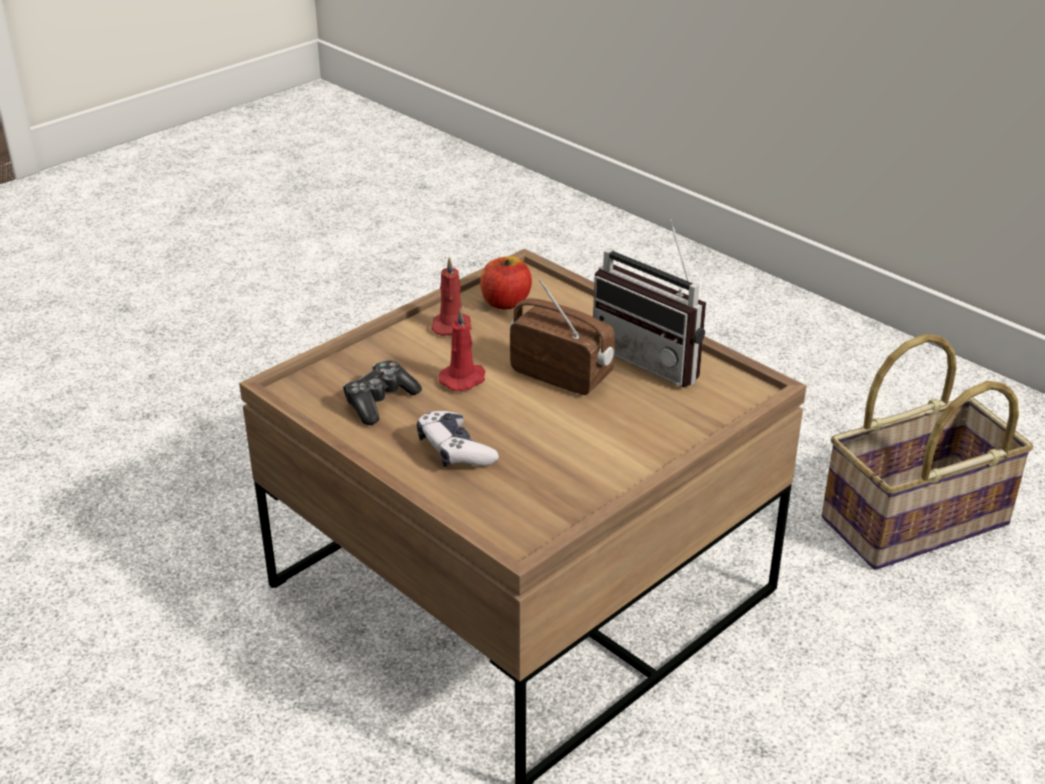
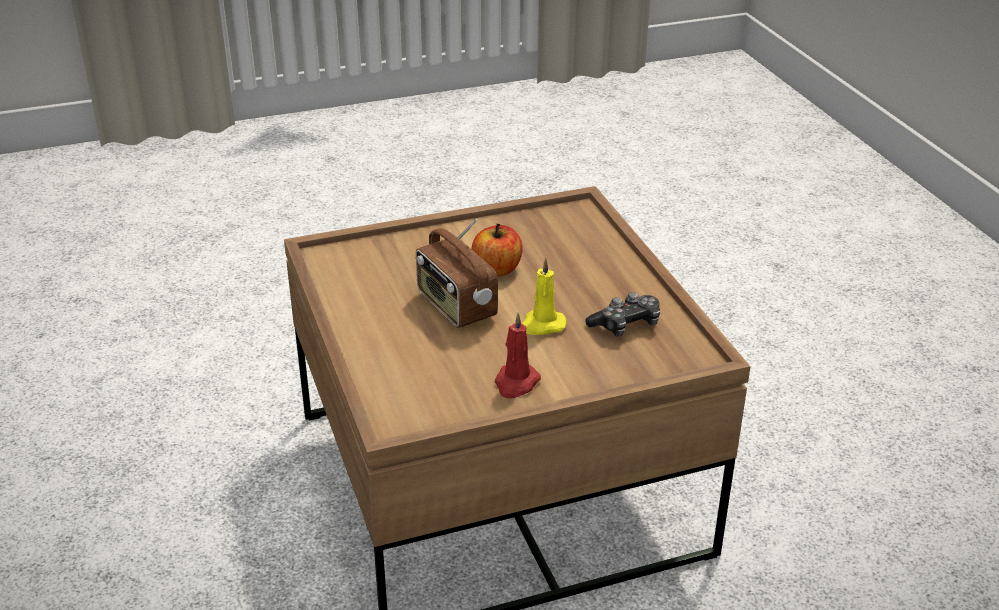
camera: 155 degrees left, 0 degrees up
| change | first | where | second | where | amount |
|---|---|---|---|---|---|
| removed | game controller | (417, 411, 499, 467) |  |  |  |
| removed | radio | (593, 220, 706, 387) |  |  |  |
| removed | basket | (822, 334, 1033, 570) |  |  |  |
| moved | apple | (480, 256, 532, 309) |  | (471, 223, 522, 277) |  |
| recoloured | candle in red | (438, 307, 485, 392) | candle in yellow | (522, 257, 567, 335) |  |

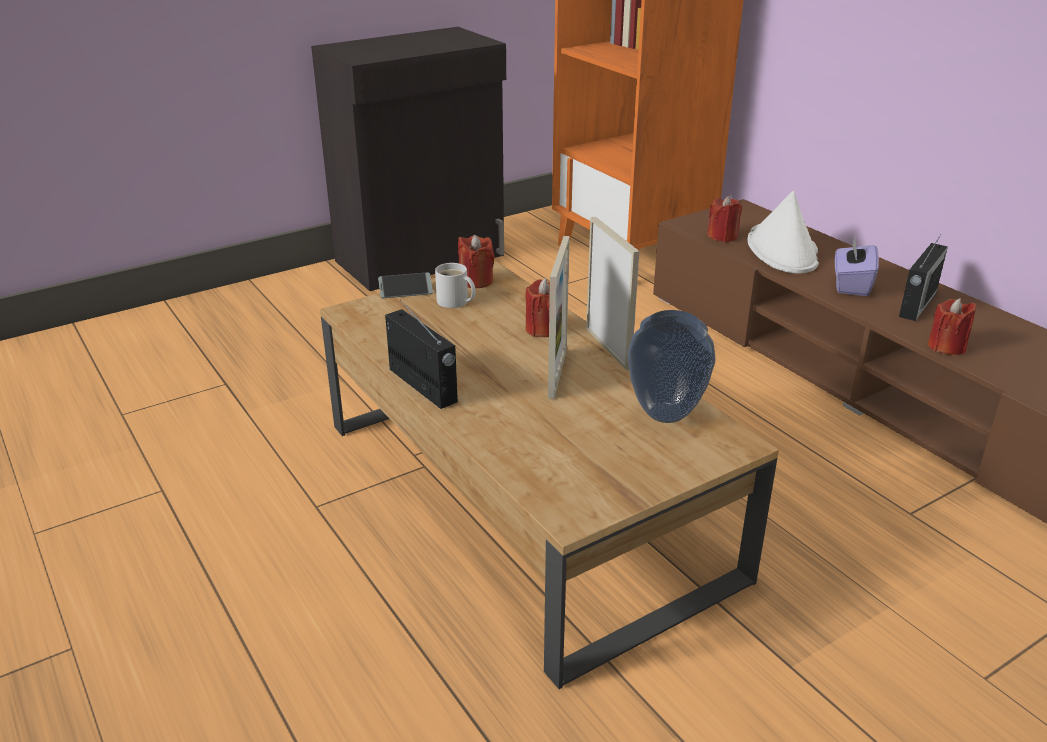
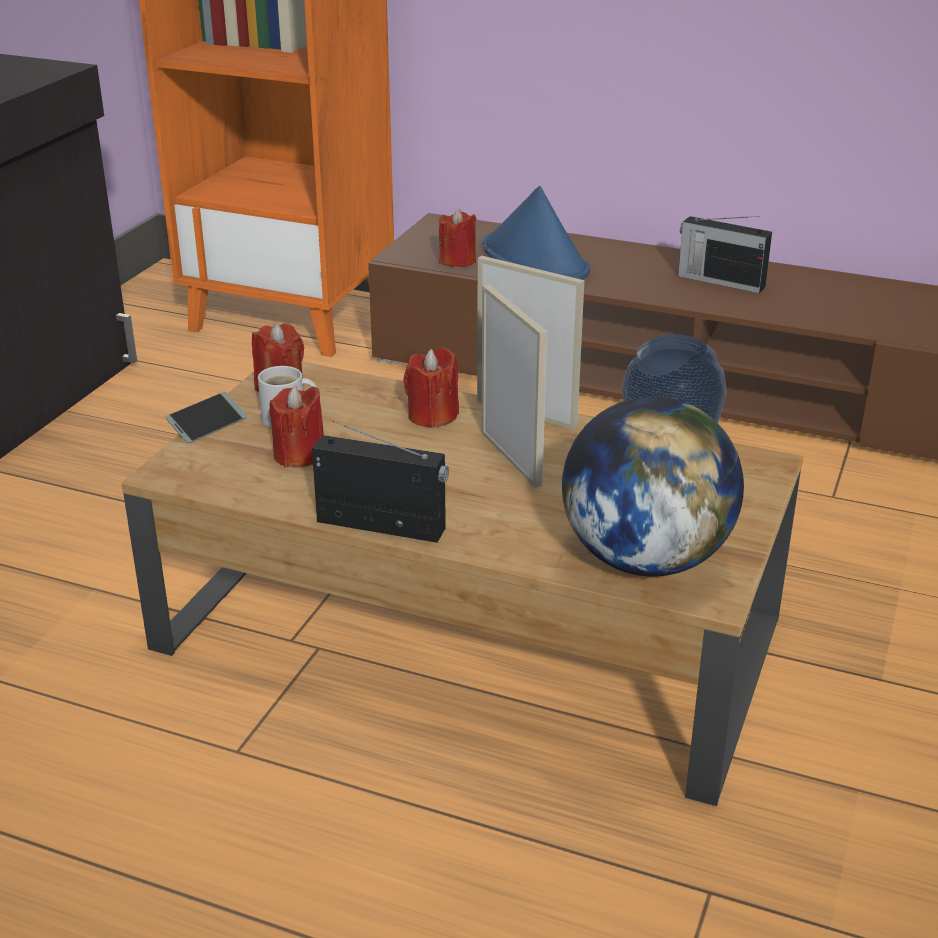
camera: 35 degrees left, 0 degrees up
| change | first | where | second | where | amount |
|---|---|---|---|---|---|
| removed | tissue box in purple | (835, 236, 879, 296) |  |  |  |
| added |  |  | globe | (562, 396, 744, 577) |  |
| moved | candle in red | (928, 298, 976, 355) |  | (269, 386, 324, 468) |  |
| recoloured | hat in white | (747, 191, 819, 274) | hat in blue | (482, 186, 590, 280) |  |
| turned | radio | (899, 234, 948, 321) |  | (678, 216, 772, 293) | 120 degrees clockwise |

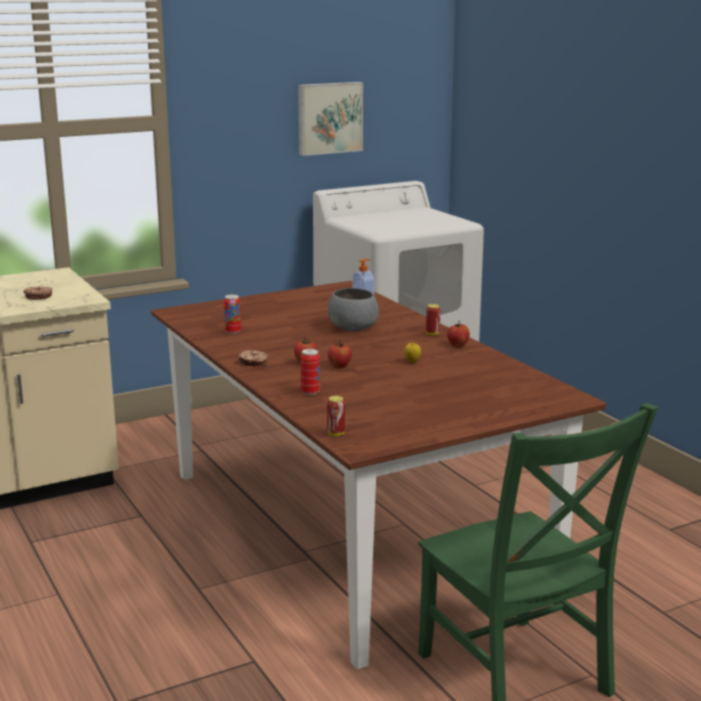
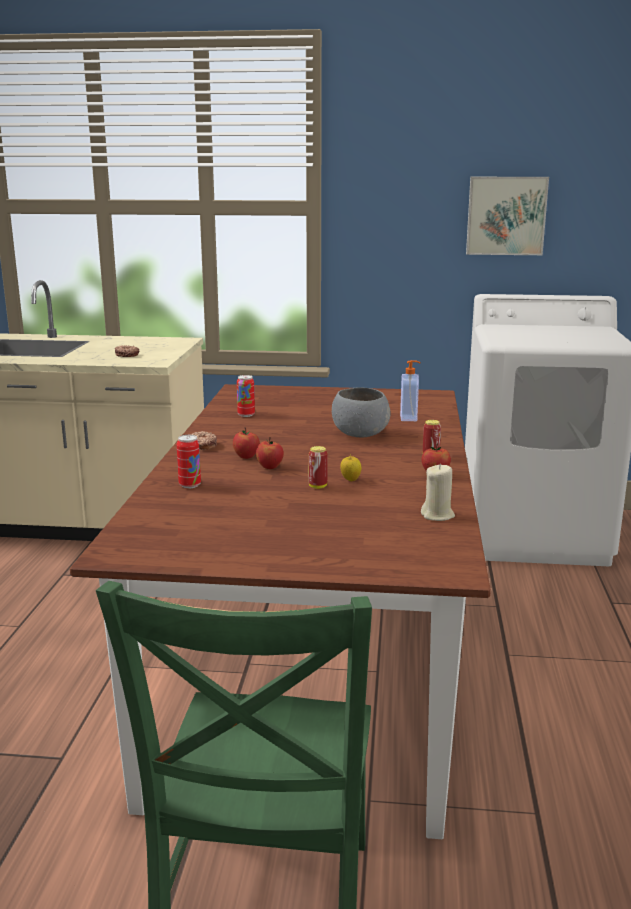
camera: 35 degrees right, 0 degrees up
| change | first | where | second | where | amount |
|---|---|---|---|---|---|
| added |  |  | candle in beige | (421, 464, 455, 521) |  |
| moved | can | (327, 396, 345, 436) |  | (309, 446, 328, 489) |  |

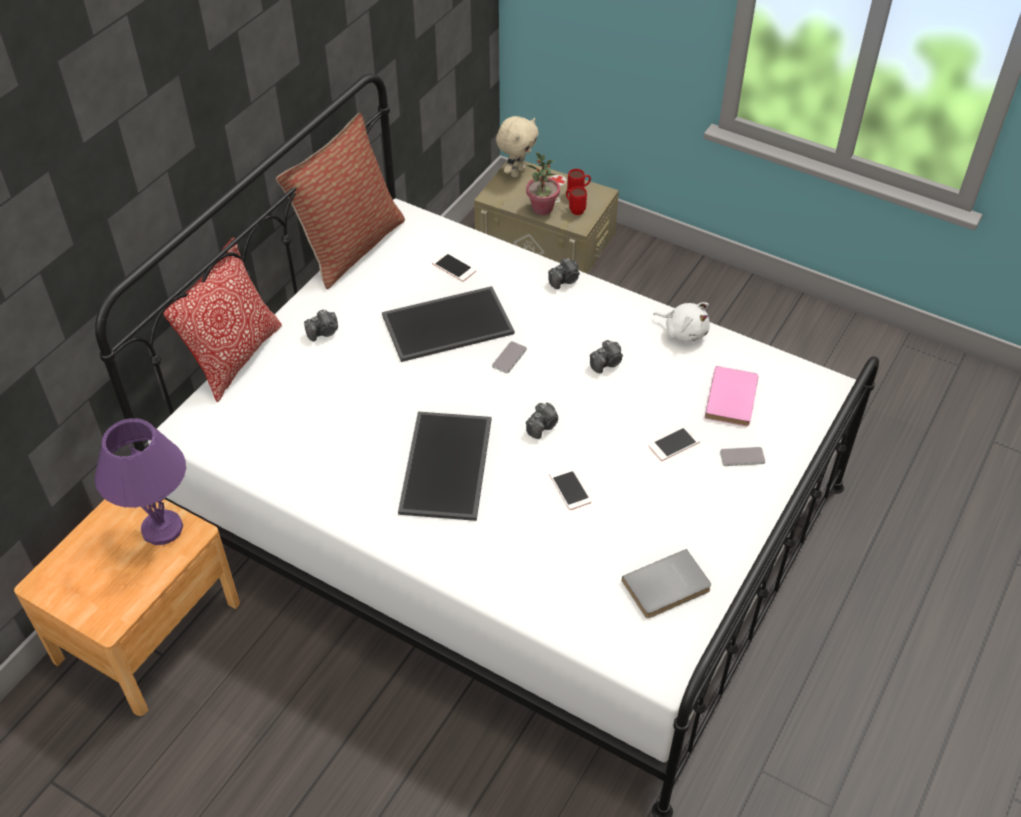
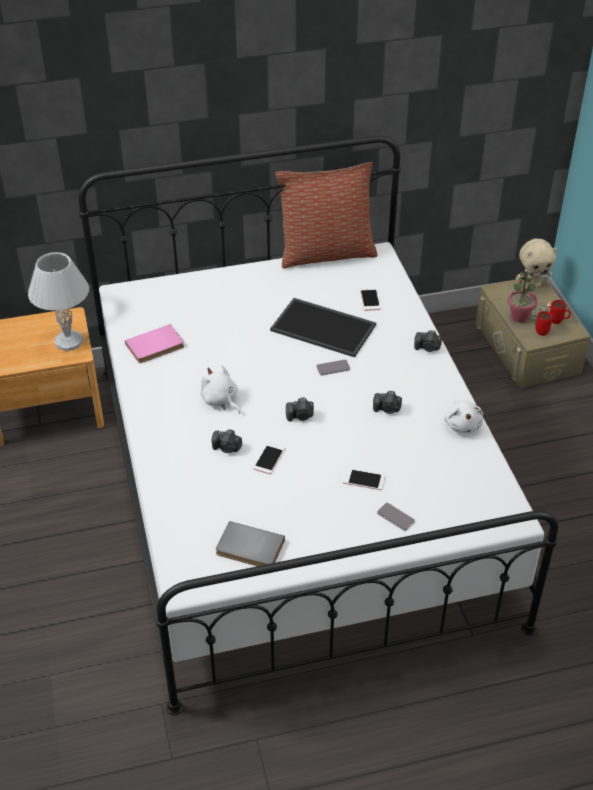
camera: 45 degrees right, 5 degrees down
| change | first | where | second | where | amount |
|---|---|---|---|---|---|
| removed | pillow | (163, 237, 282, 402) |  |  |  |
| moved | photo camera | (304, 310, 338, 341) |  | (212, 430, 242, 453) |  |
| moved | book in pink | (705, 366, 758, 426) |  | (125, 324, 184, 363) |  |
| replaced | tray | (398, 412, 491, 521) | plush toy in white | (200, 365, 240, 414) |  |
| recoloured | table lamp in purple | (95, 418, 186, 545) | table lamp in white | (28, 252, 89, 351) |  |

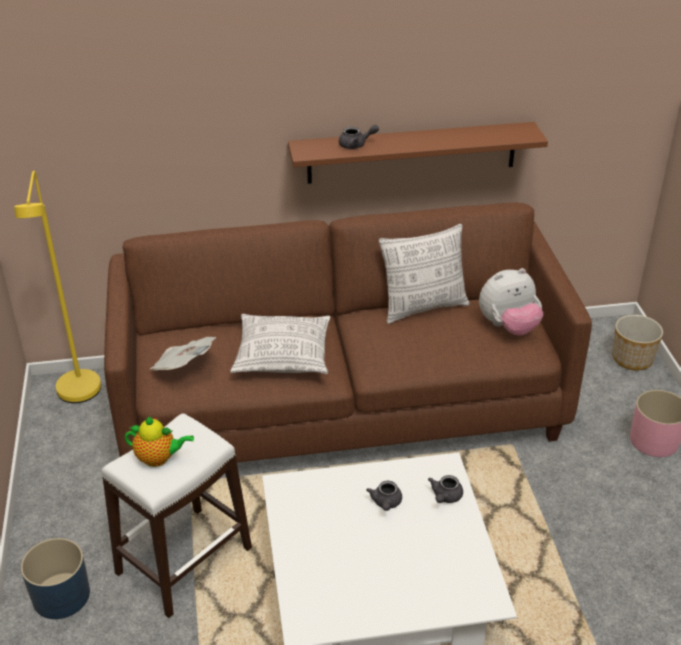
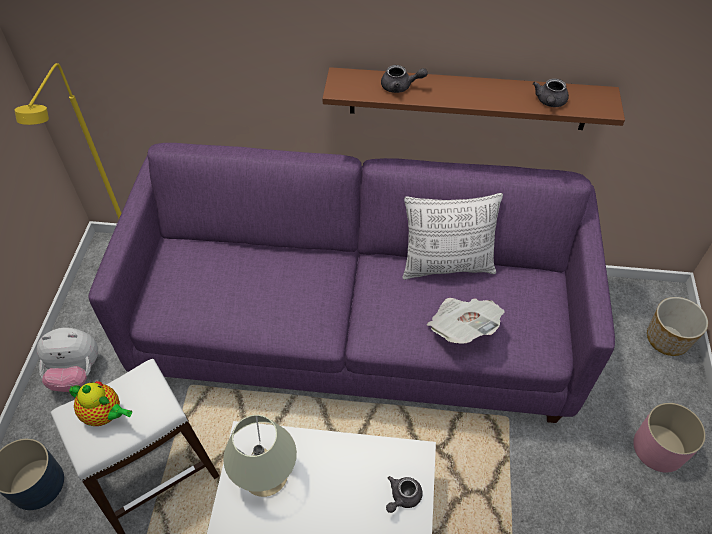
camera: 15 degrees right, 15 degrees up
| change | first | where | second | where | amount |
|---|---|---|---|---|---|
| removed | pillow | (230, 314, 330, 374) |  |  |  |
| added |  |  | table lamp in beige | (223, 415, 297, 497) |  |
| moved | newspaper | (150, 337, 216, 370) |  | (427, 298, 505, 344) |  |
| moved | teapot in grey | (366, 481, 402, 511) |  | (533, 78, 569, 107) |  |
| moved | plush toy | (479, 268, 543, 336) |  | (37, 327, 98, 392) |  |
| recoloured | sofa in brown | (104, 202, 592, 463) | sofa in purple | (89, 143, 615, 423) |  |

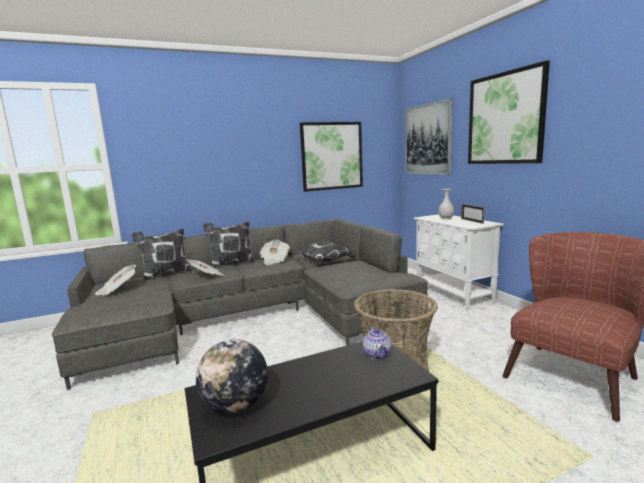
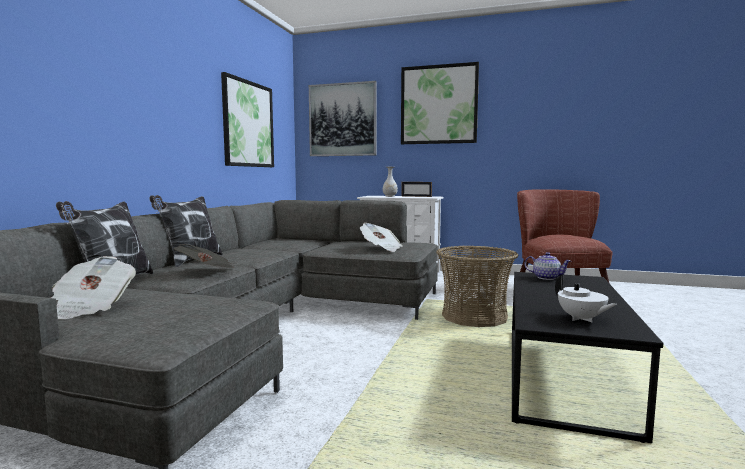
camera: 50 degrees left, 5 degrees down
| change | first | where | second | where | amount |
|---|---|---|---|---|---|
| removed | pillow | (292, 241, 354, 262) |  |  |  |
| moved | newspaper | (260, 240, 290, 265) |  | (360, 223, 403, 252) |  |
| replaced | globe | (196, 339, 268, 414) | teapot in white | (555, 275, 617, 322) |  |

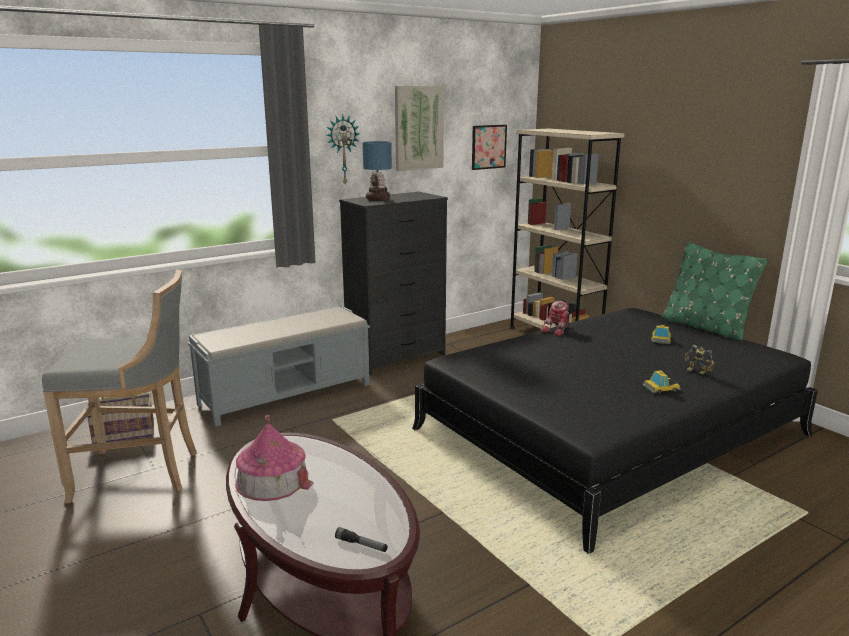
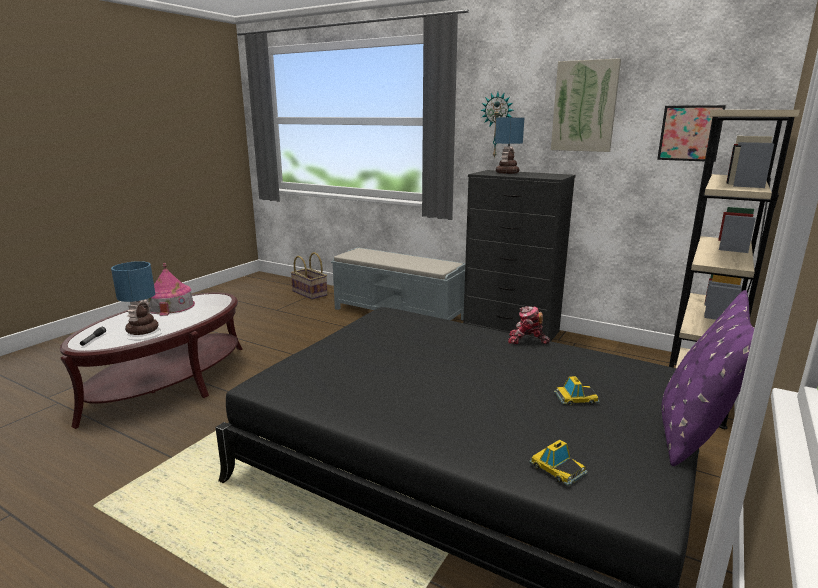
camera: 65 degrees right, 0 degrees up
| change | first | where | second | where | amount |
|---|---|---|---|---|---|
| removed | stool in grey | (42, 269, 197, 503) |  |  |  |
| removed | toy robot | (685, 345, 715, 374) |  |  |  |
| added |  |  | table lamp | (111, 261, 159, 335) |  |
| moved | toy car | (642, 370, 681, 393) |  | (529, 439, 588, 486) |  |
| recoloured | pillow in green | (661, 242, 768, 341) | pillow in purple | (661, 290, 754, 466) |  |

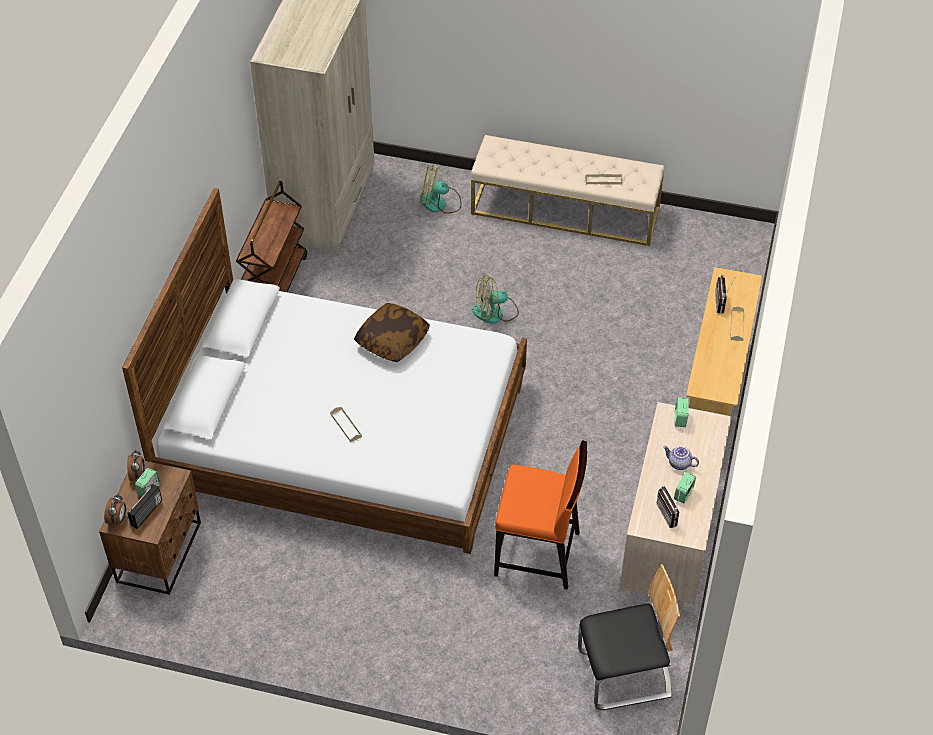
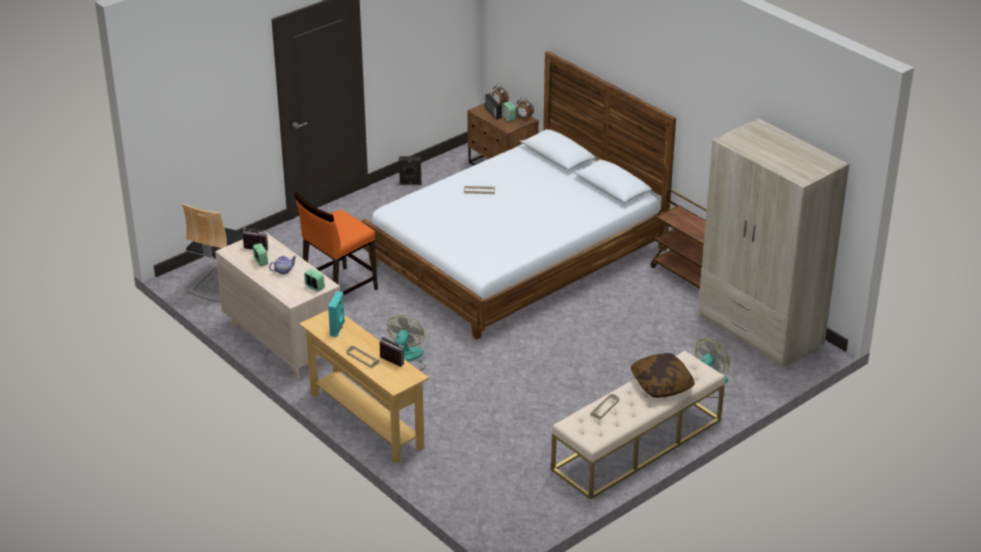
camera: 125 degrees right, 15 degrees down
| change | first | where | second | where | amount |
|---|---|---|---|---|---|
| added |  |  | speaker in turquoise | (328, 291, 345, 337) |  |
| added |  |  | speaker in black | (399, 156, 421, 185) |  |
| moved | pillow | (354, 303, 430, 362) |  | (631, 353, 695, 398) |  |
| moved | fan | (472, 275, 519, 324) |  | (387, 315, 426, 370) |  |

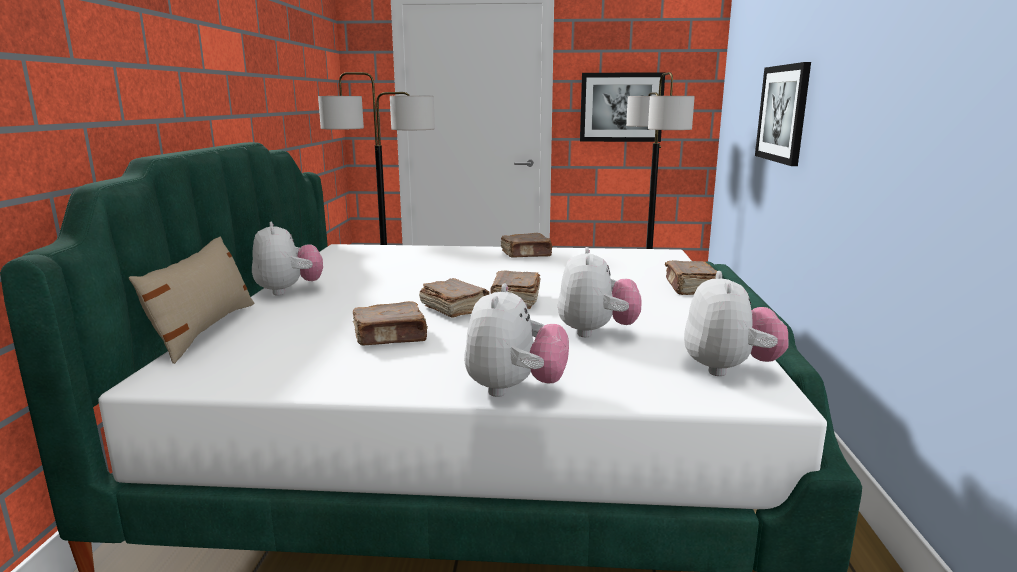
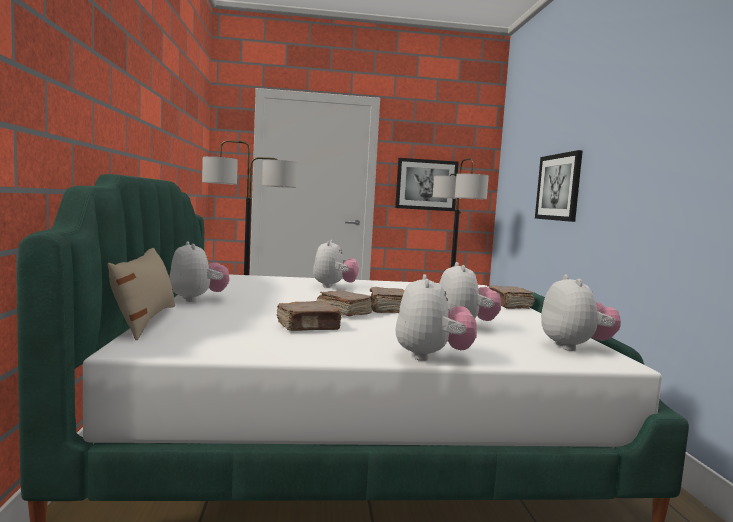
camera: 10 degrees left, 10 degrees down
| change | first | where | second | where | amount |
|---|---|---|---|---|---|
| removed | book in brown | (501, 233, 553, 258) |  |  |  |
| added |  |  | plush toy | (313, 240, 359, 288) |  |

